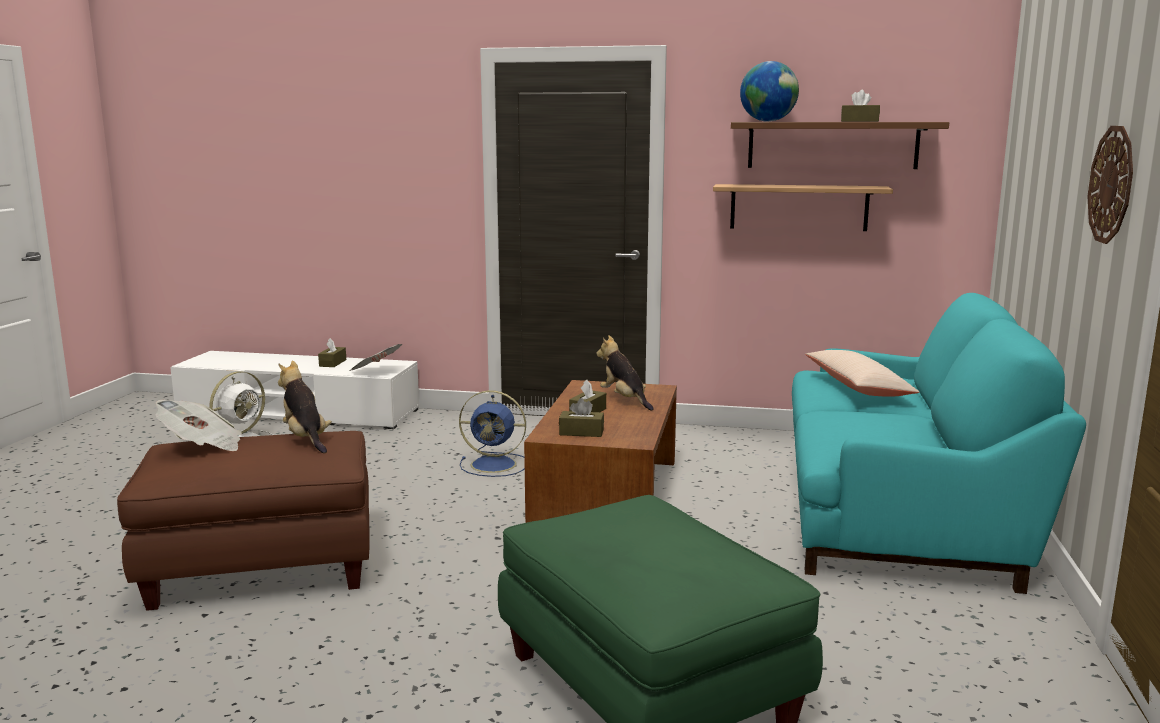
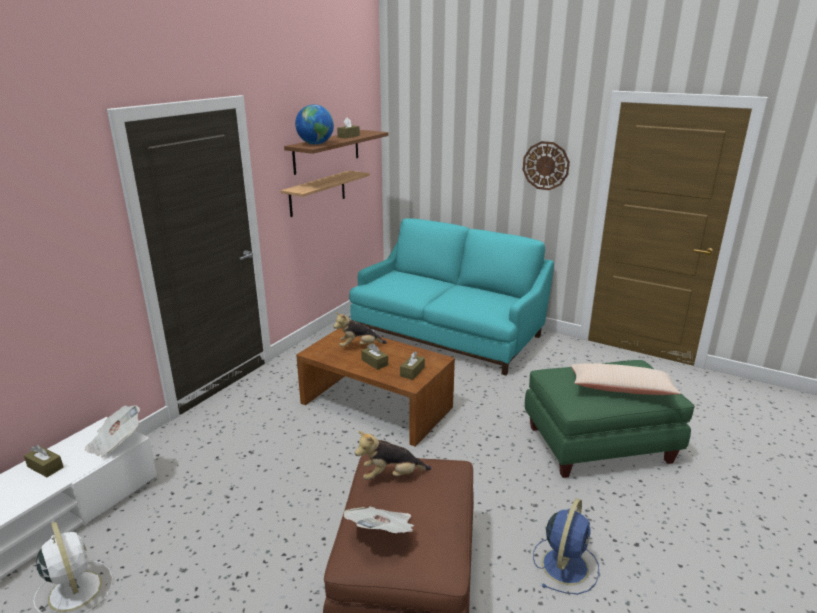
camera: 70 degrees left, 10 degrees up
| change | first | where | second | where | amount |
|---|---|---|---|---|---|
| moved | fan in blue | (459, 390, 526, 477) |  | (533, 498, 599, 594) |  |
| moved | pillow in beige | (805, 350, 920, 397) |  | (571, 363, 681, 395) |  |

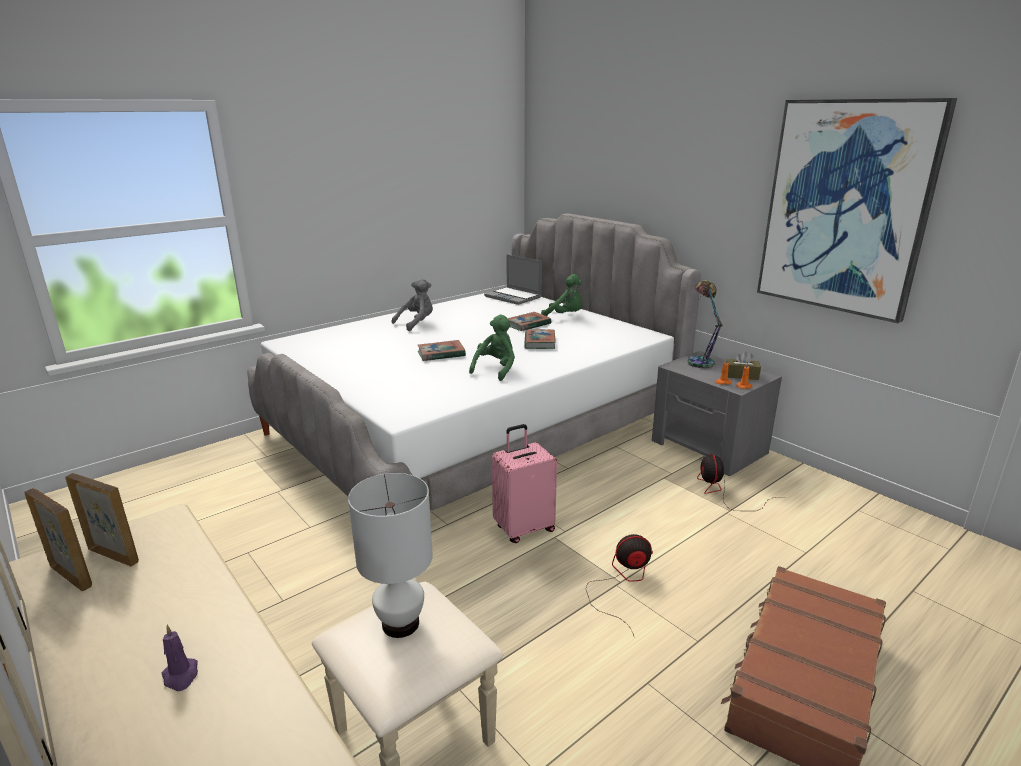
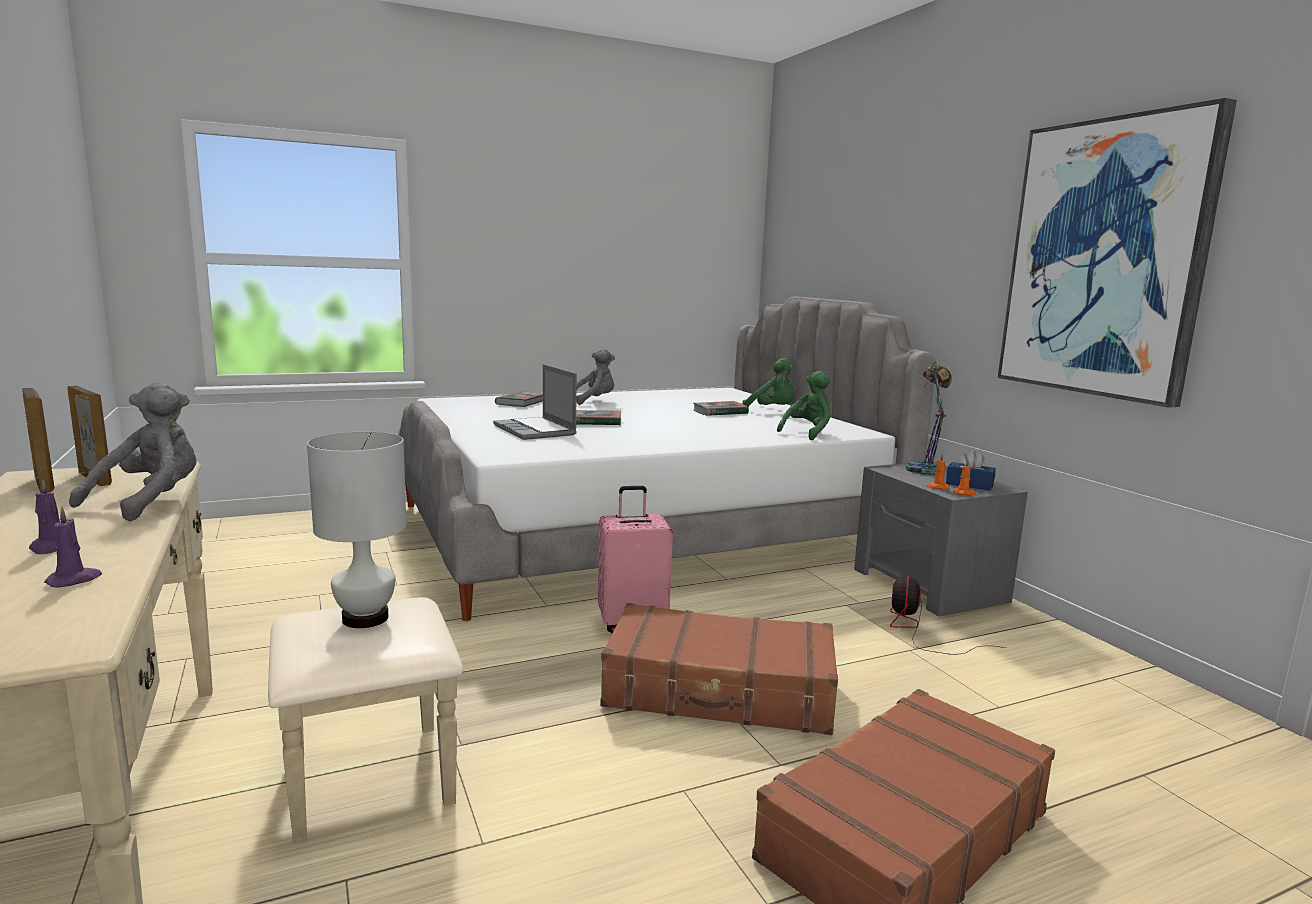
camera: 15 degrees right, 10 degrees down
| change | first | where | second | where | amount |
|---|---|---|---|---|---|
| added |  |  | candle in purple | (44, 507, 102, 588) |  |
| added |  |  | plush toy in grey | (69, 382, 196, 522) |  |
| moved | plush toy in green | (469, 315, 515, 381) |  | (777, 371, 830, 440) |  |
| moved | laptop | (484, 254, 542, 305) |  | (493, 364, 577, 440) |  |
| moved | book | (524, 329, 556, 349) |  | (495, 392, 543, 407) |  |
| replaced | fan | (586, 534, 653, 636) | suitcase in brown | (600, 603, 838, 735) |  |
| recoloured | tissue box in brown | (727, 351, 761, 380) | tissue box in blue | (946, 450, 996, 491) |  |

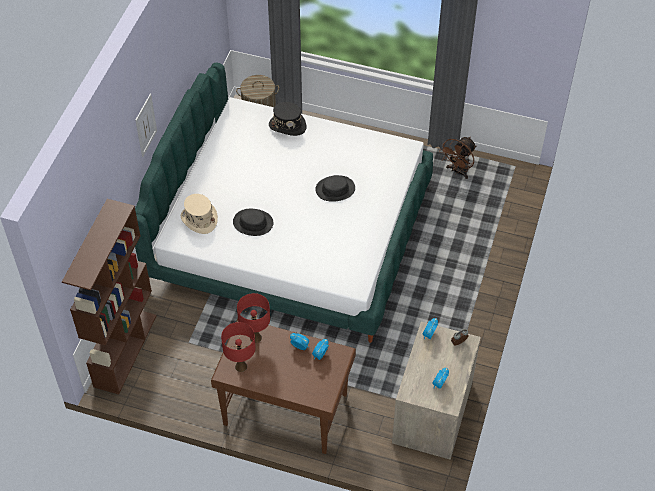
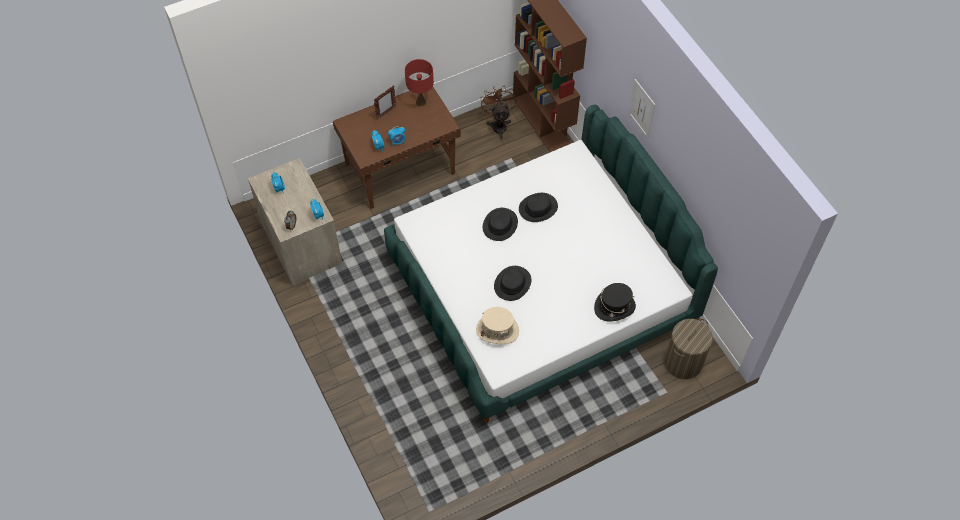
camera: 135 degrees right, 5 degrees up
| change | first | where | second | where | amount |
|---|---|---|---|---|---|
| removed | table lamp in red | (237, 293, 270, 343) |  |  |  |
| added |  |  | picture frame | (373, 86, 396, 120) |  |
| added |  |  | hat in black | (483, 208, 518, 241) |  |
| moved | hat in beige | (181, 194, 218, 234) |  | (476, 307, 519, 344) |  |
| moved | fan in brown | (439, 137, 476, 179) |  | (481, 85, 517, 139) |  |

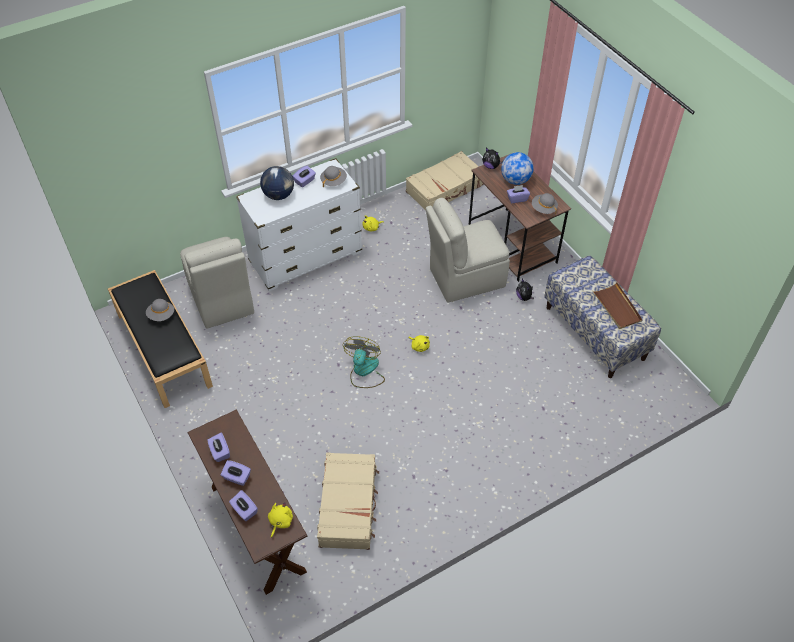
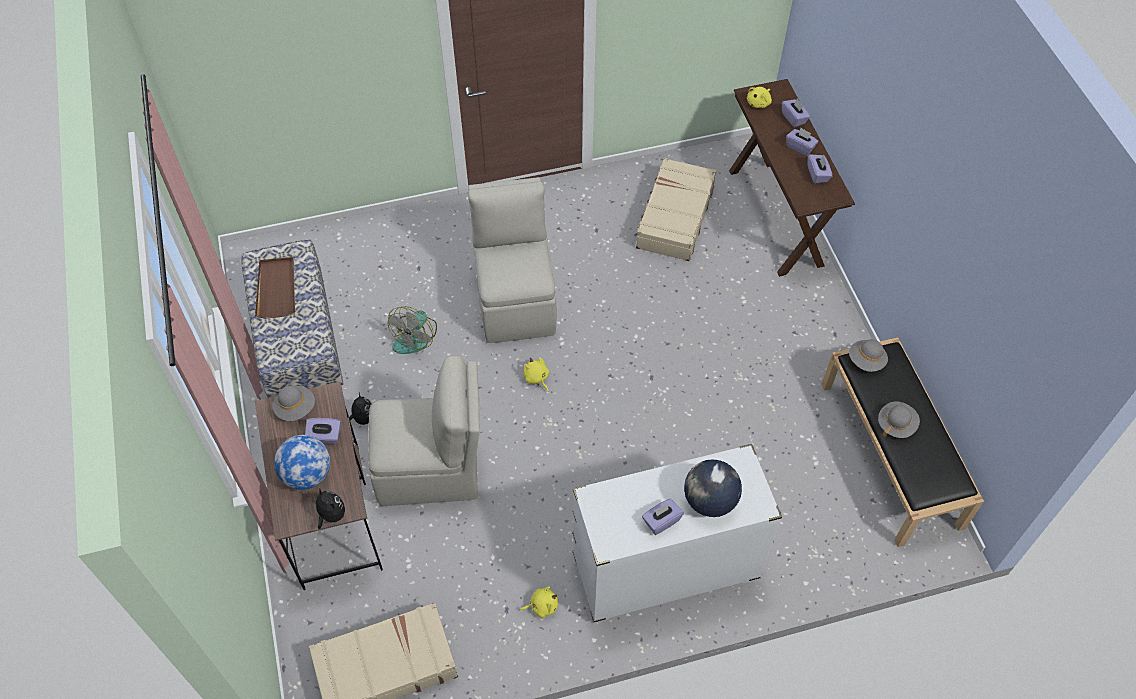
camera: 165 degrees left, 5 degrees up
| change | first | where | second | where | amount |
|---|---|---|---|---|---|
| moved | chair in beige | (180, 237, 254, 329) |  | (468, 177, 557, 343) |  |
| moved | hat in grey | (320, 166, 347, 187) |  | (849, 339, 888, 372) |  |
| moved | fan | (343, 336, 385, 388) |  | (388, 306, 437, 354) |  |

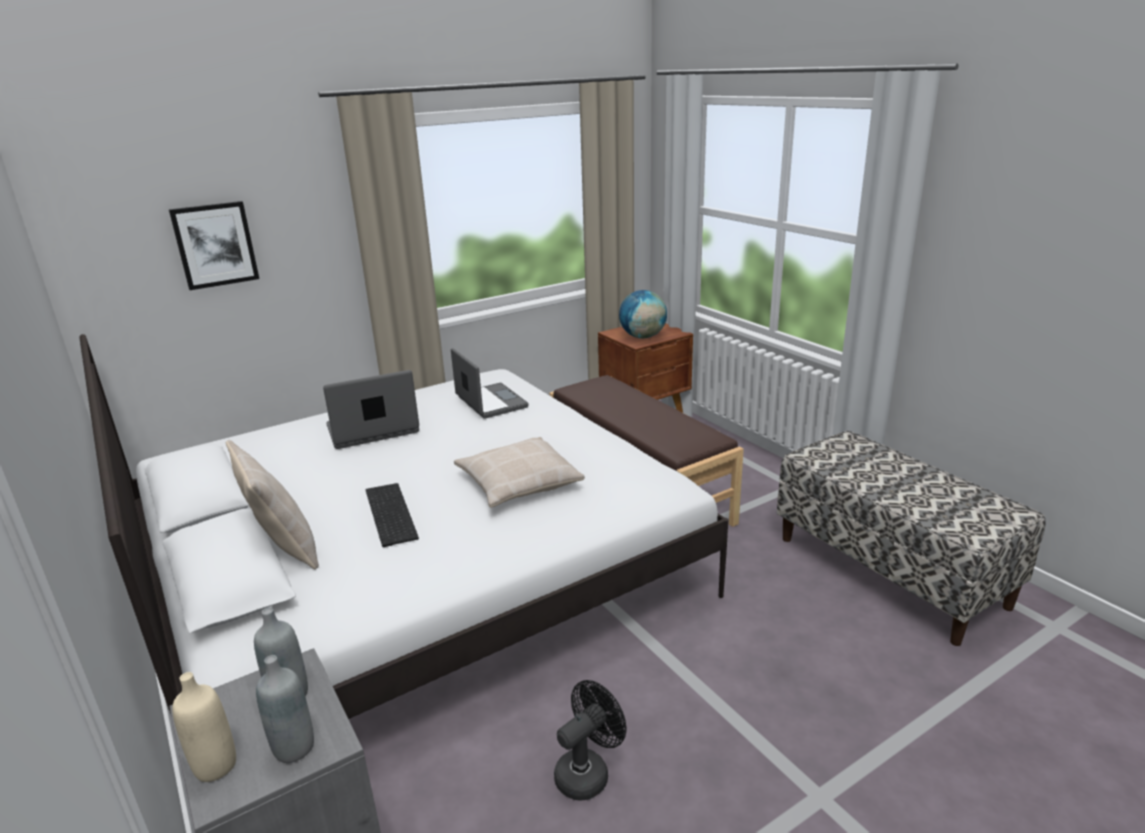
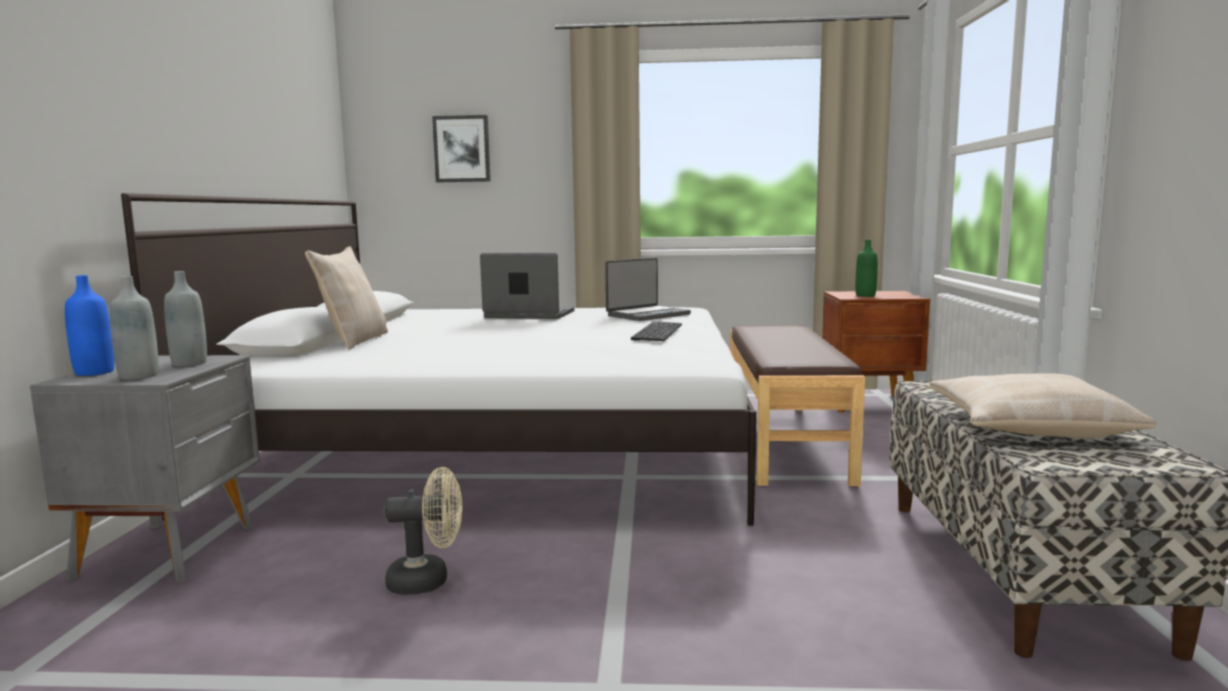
camera: 35 degrees right, 15 degrees down
| change | first | where | second | where | amount |
|---|---|---|---|---|---|
| moved | keyboard | (366, 483, 419, 547) |  | (631, 322, 682, 341) |  |
| moved | pillow in beige | (454, 437, 585, 508) |  | (929, 373, 1156, 438) |  |
| replaced | globe | (619, 290, 667, 338) | bottle in green | (856, 240, 878, 297) |  |
| recoloured | bottle in beige | (172, 672, 236, 782) | bottle in blue | (65, 275, 114, 376) |  |
| recoloured | fan in black | (554, 680, 627, 801) | fan in beige | (384, 467, 462, 595) |  |
| turned | laptop | (451, 348, 529, 419) |  | (605, 258, 691, 321) | 45 degrees clockwise |

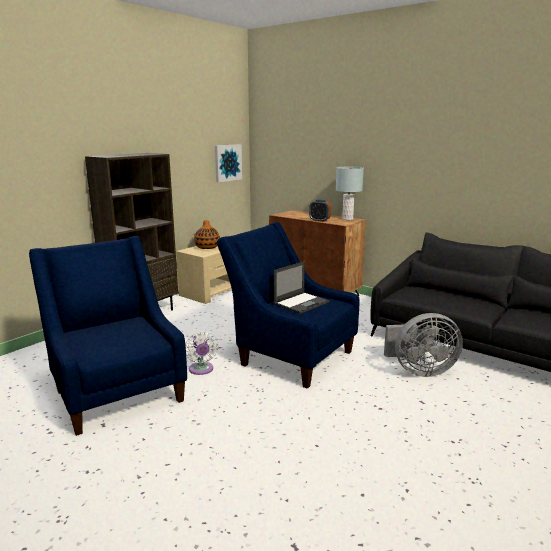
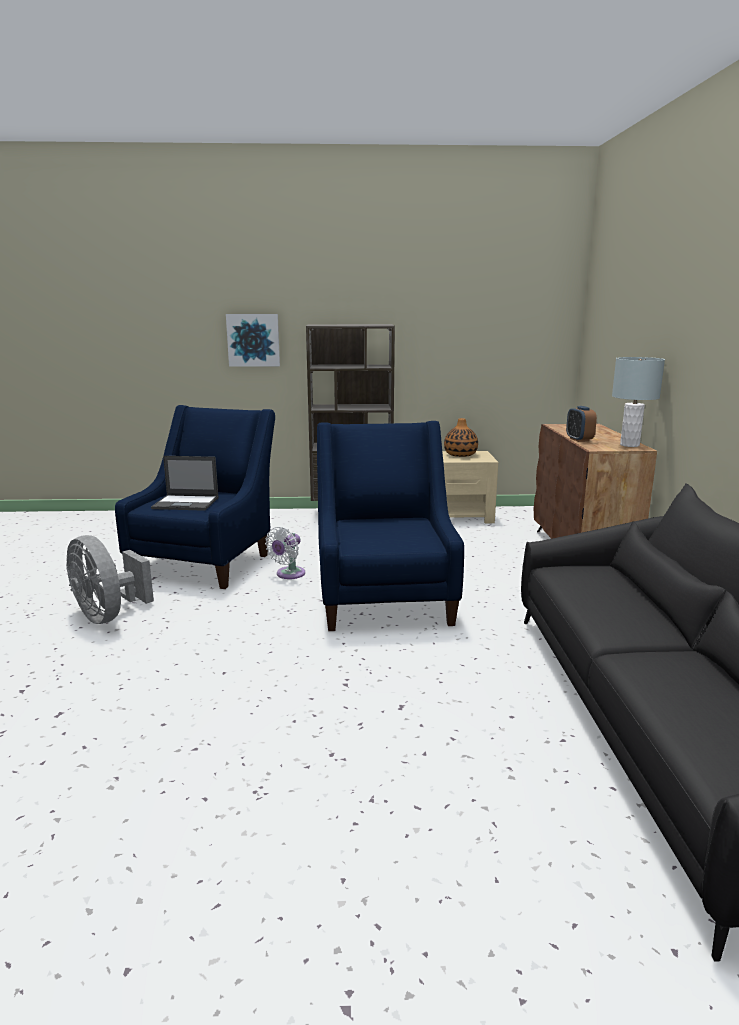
camera: 50 degrees right, 0 degrees up
| change | first | where | second | where | amount |
|---|---|---|---|---|---|
| moved | picture | (215, 144, 242, 183) |  | (226, 314, 280, 367) |  |
| moved | laptop | (273, 261, 329, 314) |  | (151, 456, 219, 511) |  |
| moved | fan in grey | (384, 313, 463, 377) |  | (66, 535, 154, 624) |  |

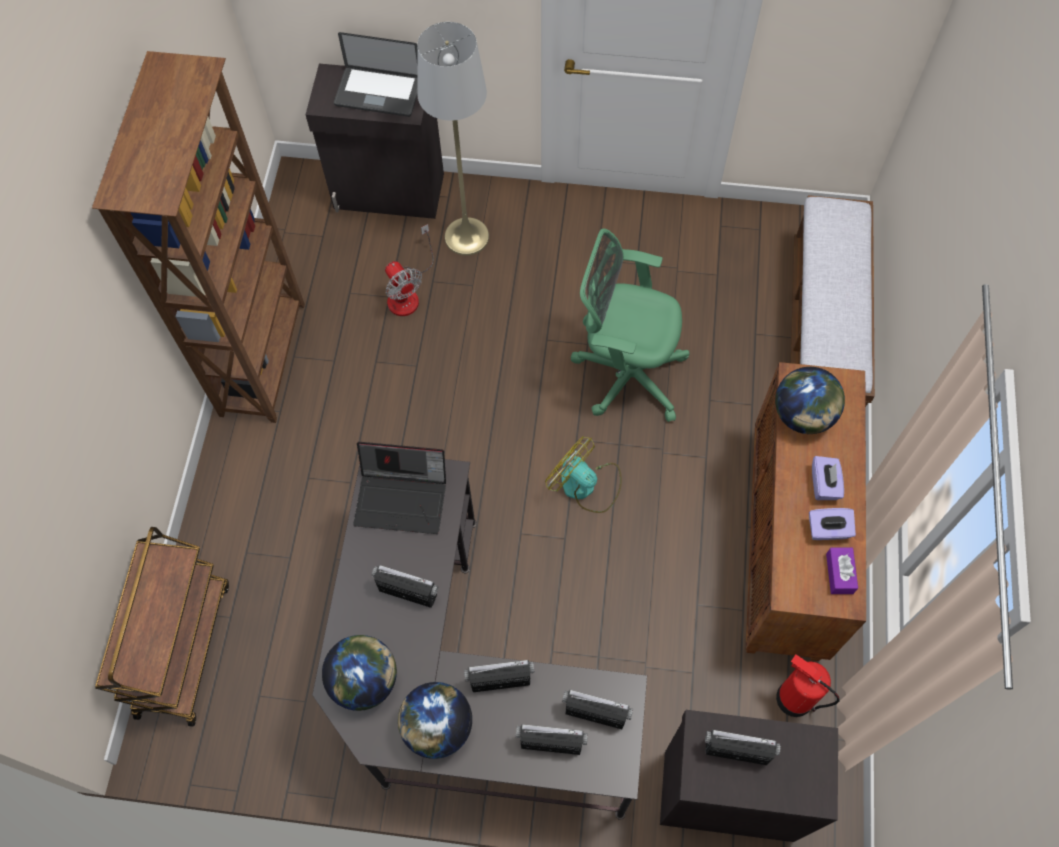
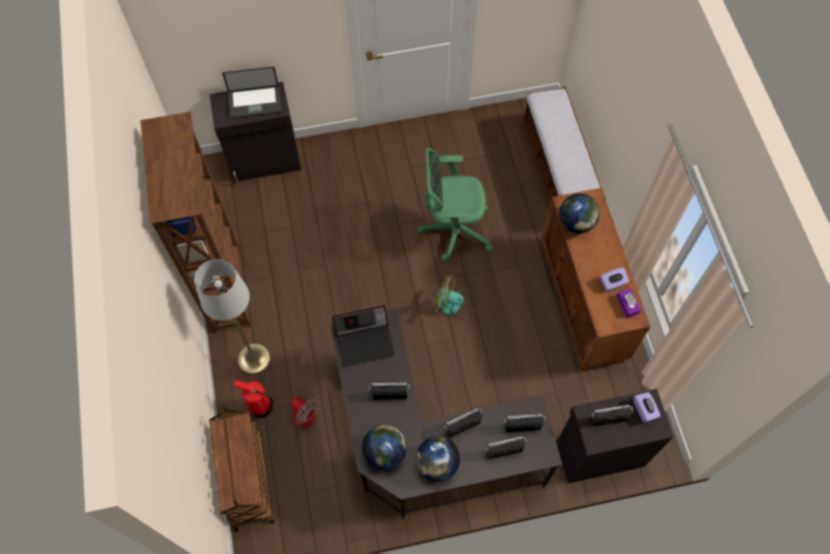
camera: 20 degrees left, 0 degrees up
| change | first | where | second | where | amount |
|---|---|---|---|---|---|
| moved | fan | (385, 224, 434, 316) |  | (290, 357, 318, 428) |  |
| moved | floor lamp in grey | (417, 22, 489, 256) |  | (194, 259, 270, 374) |  |
| moved | fire extinguisher | (776, 654, 840, 717) |  | (234, 380, 273, 418) |  |
| moved | tissue box in purple | (812, 456, 844, 500) |  | (634, 392, 661, 422) |  |

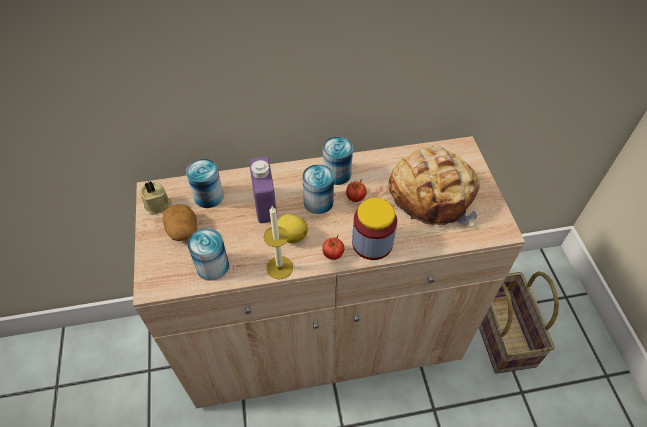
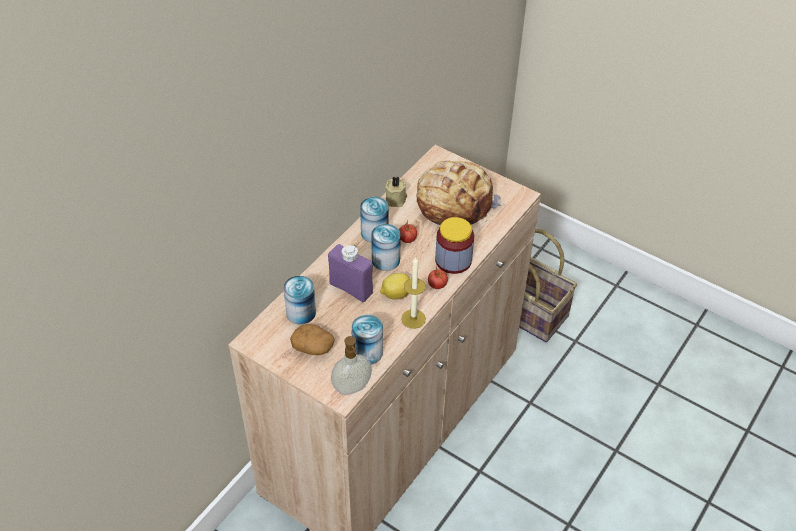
camera: 45 degrees left, 5 degrees down
| change | first | where | second | where | amount |
|---|---|---|---|---|---|
| added |  |  | soap dispenser | (331, 336, 372, 395) |  |
| moved | candle in beige | (140, 181, 172, 215) |  | (385, 176, 407, 207) |  |

